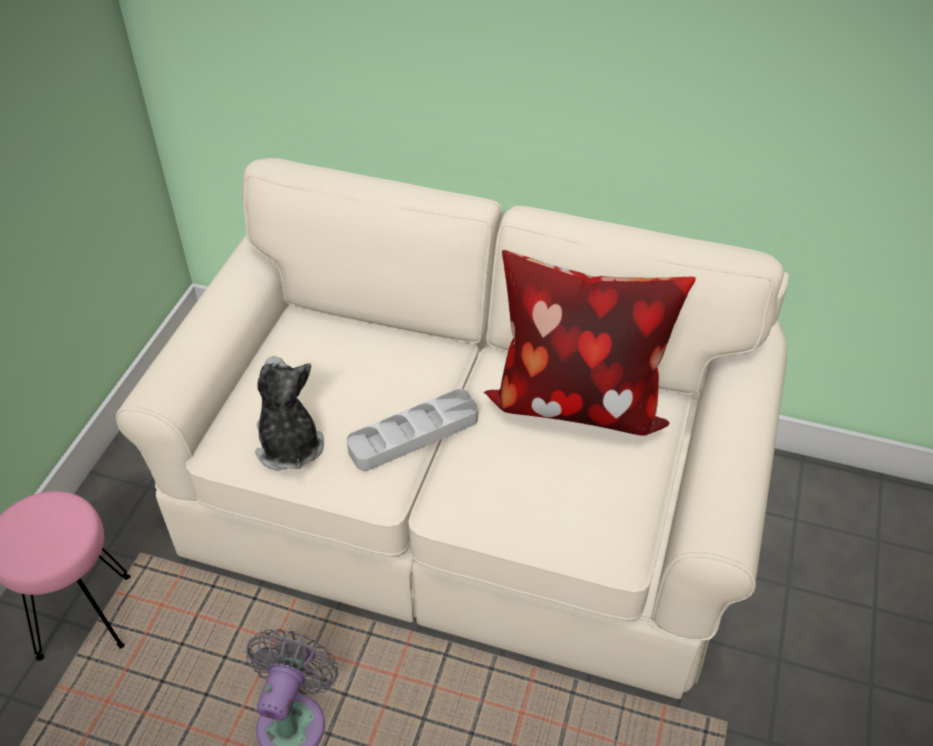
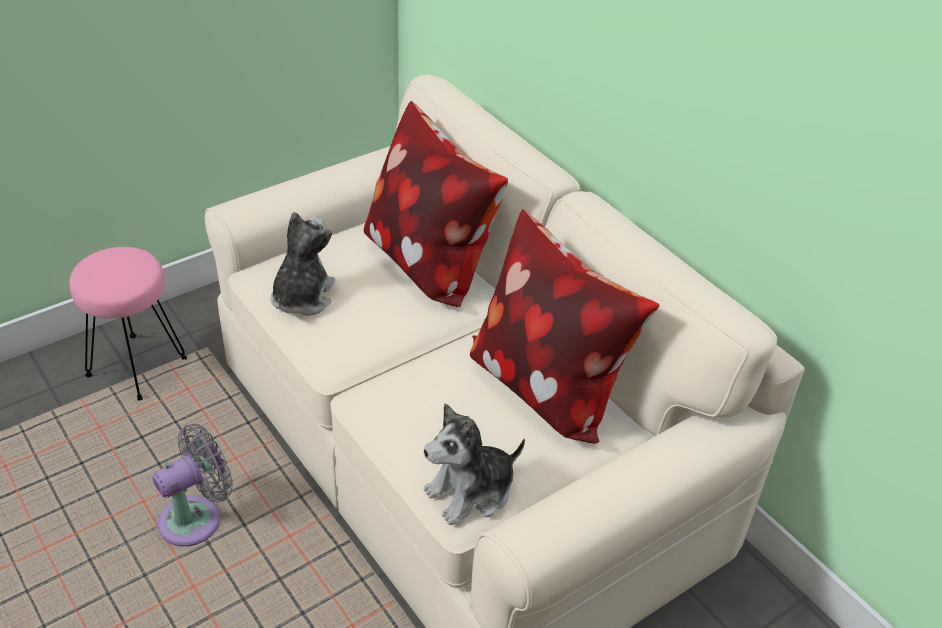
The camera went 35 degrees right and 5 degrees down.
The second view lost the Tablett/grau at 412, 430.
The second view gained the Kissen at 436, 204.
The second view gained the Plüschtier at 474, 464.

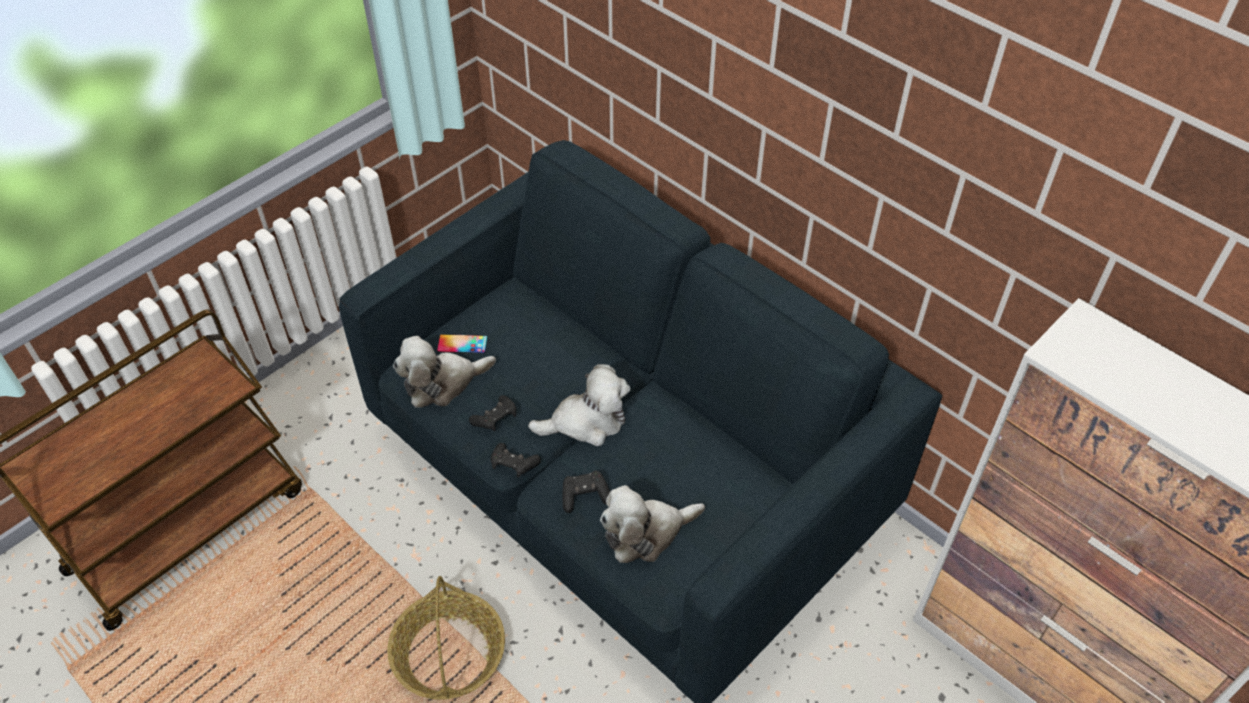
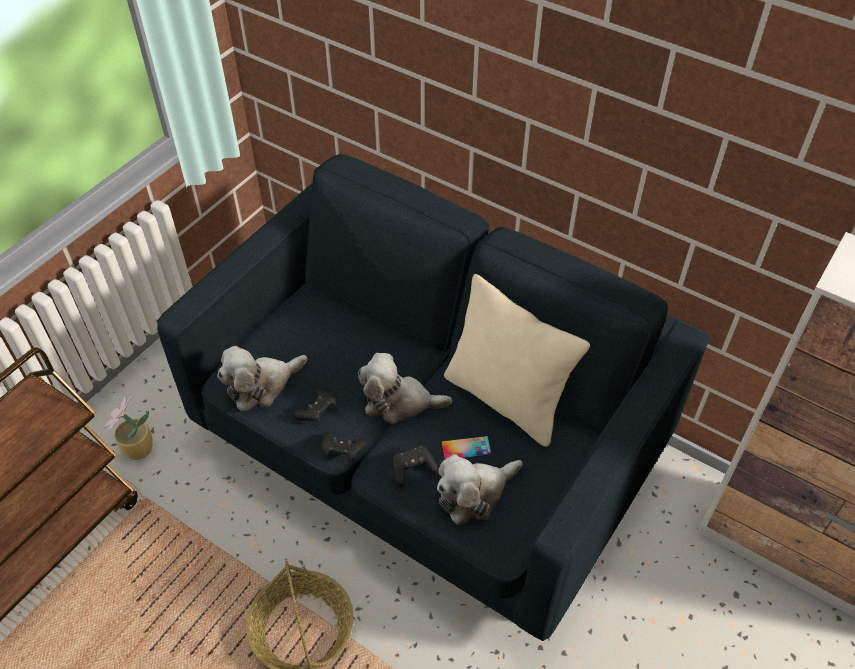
The camera went 10 degrees left and 0 degrees up.
The Handy ended up elsewhere, having gone from 462, 343 to 466, 448.
The Plüschtier at 579, 405 ended up facing another way, 150 degrees counterclockwise from before.
The second view gained the Kissen/beige at 517, 360.
The second view gained the Topfpflanze at 128, 427.

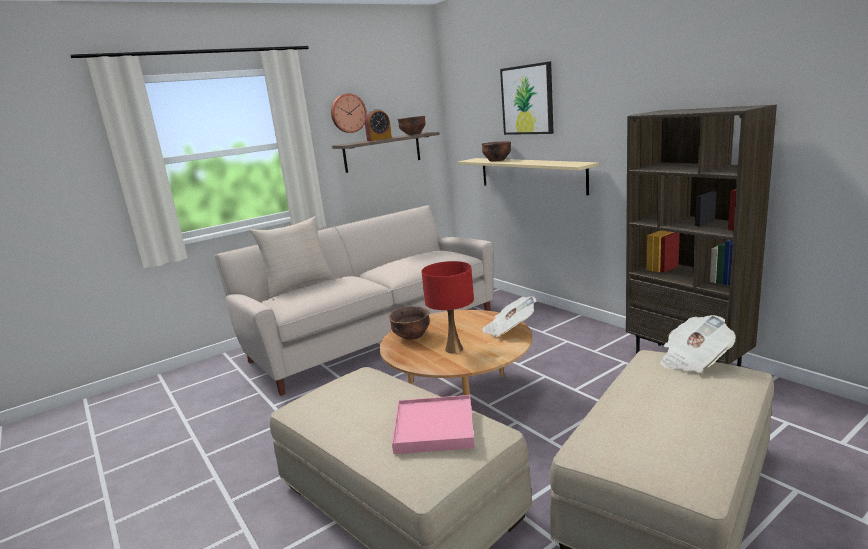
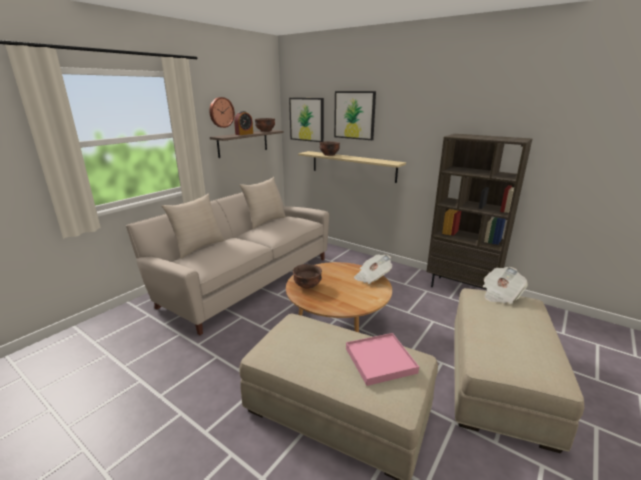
The camera went 20 degrees left and 5 degrees up.
The second view lost the Tischlampe/rot at 447, 307.
The second view gained the Bild at 306, 120.
The second view gained the Kissen/beige at 262, 203.

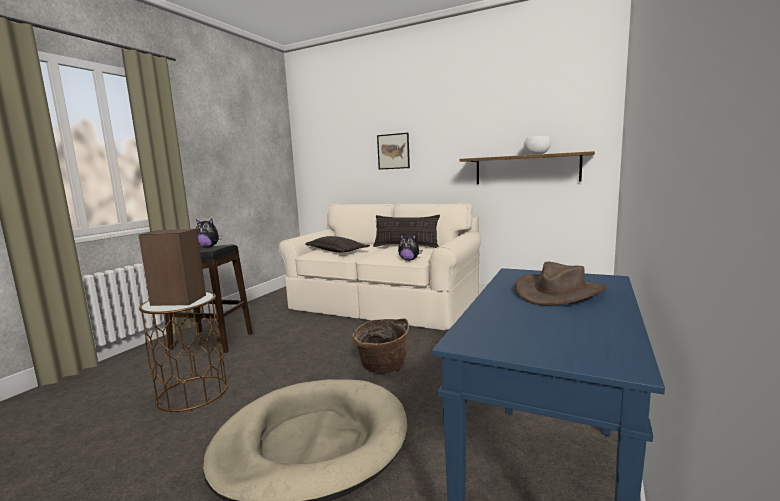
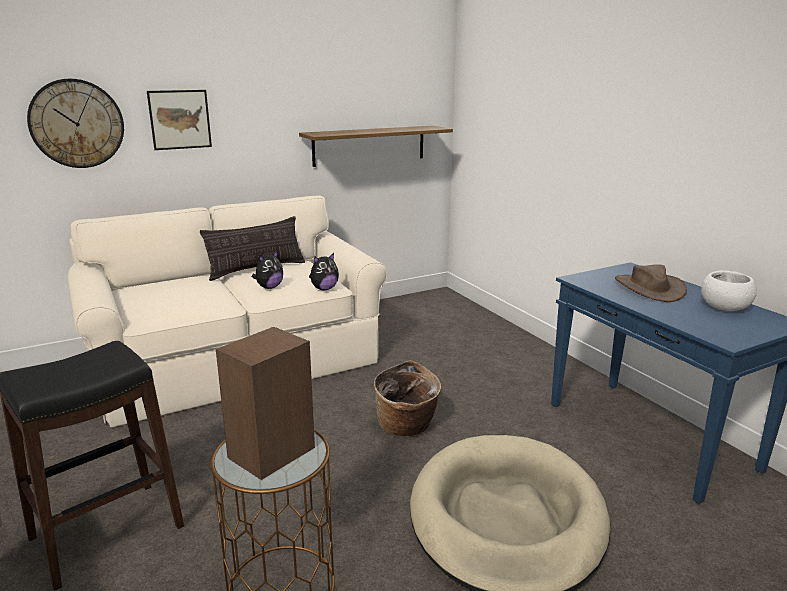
The camera went 55 degrees left and 10 degrees up.
The Schüssel/weiß ended up elsewhere, having gone from 537, 145 to 729, 290.
The Plüschtier ended up elsewhere, having gone from 209, 233 to 267, 270.
The second view lost the Kissen at 337, 244.
The second view gained the Wanduhr at 75, 123.

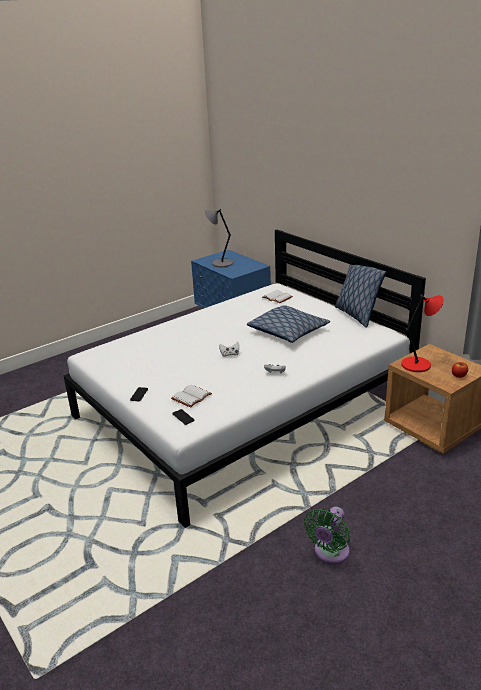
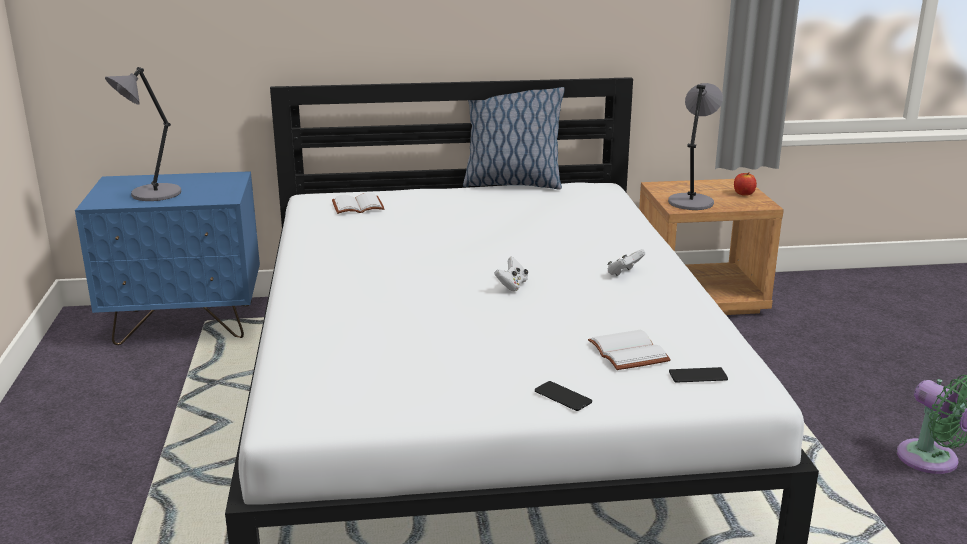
The camera went 60 degrees left and 5 degrees down.
What was the Tischlampe/rot at 422, 333 turned into the Tischlampe/grau at 695, 146.
The second view lost the Kissen at 288, 324.

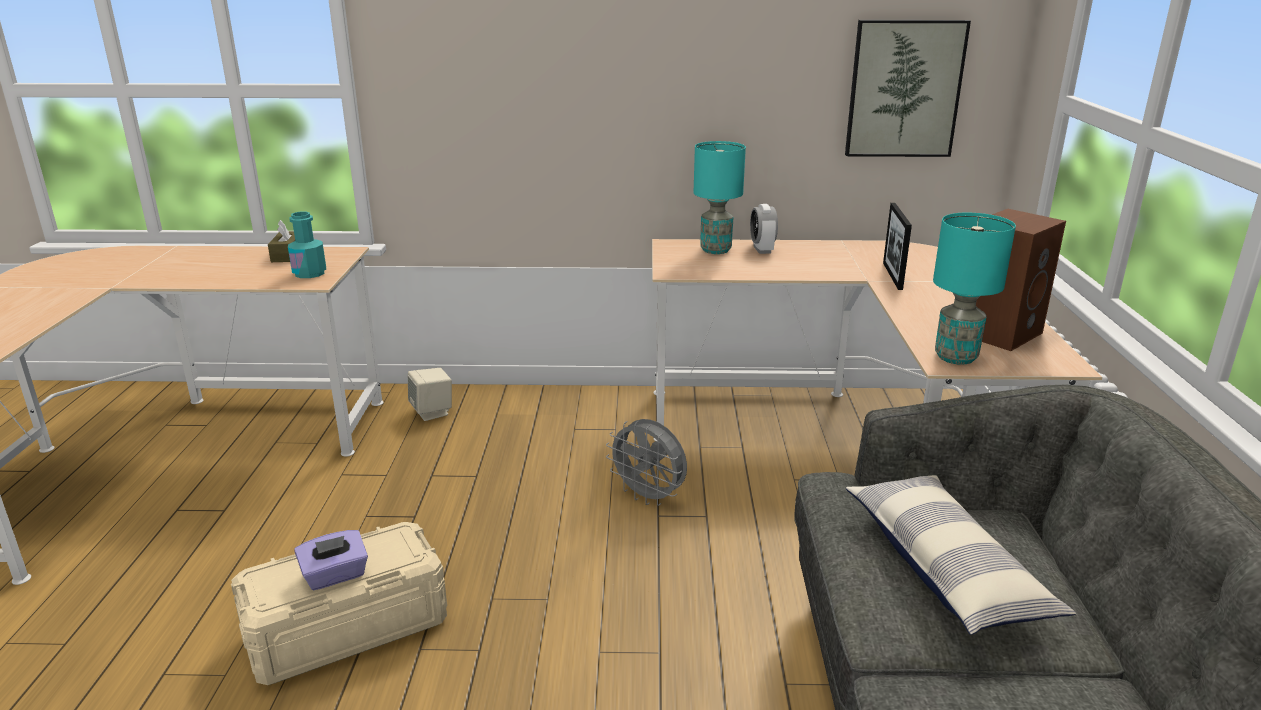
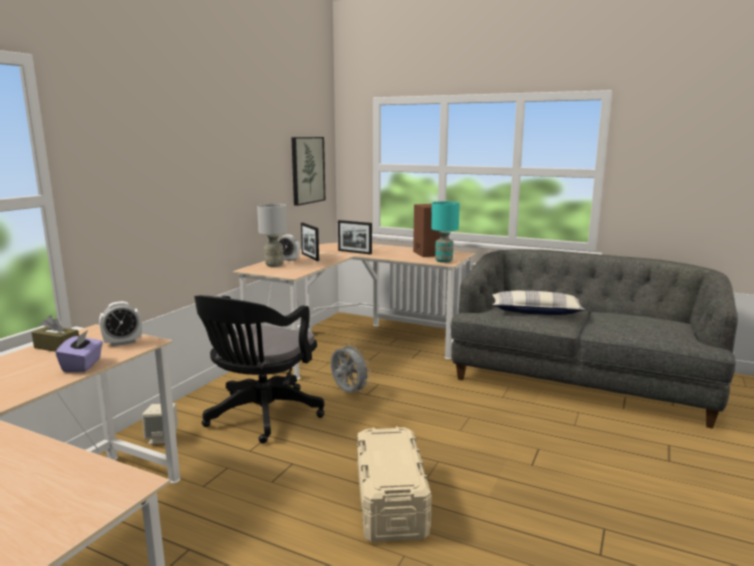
The camera went 65 degrees left and 10 degrees down.
What was the Tischlampe/türkis at 720, 197 turned into the Tischlampe/grau at 272, 235.
Where the Flasche/türkis stood at 307, 245, the Wecker came to stand at 120, 324.
The Ventilator/grau at 646, 462 ended up facing another way, 105 degrees counterclockwise from before.
The Taschentuchbox/lila ended up elsewhere, having gone from 331, 560 to 79, 351.
The second view gained the Bilderrahmen at 310, 242.
The second view gained the Bürostuhl/schwarz at 259, 369.

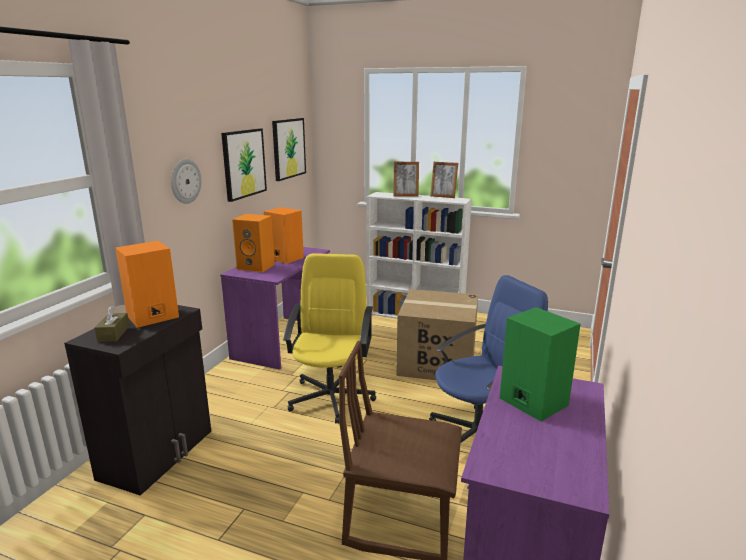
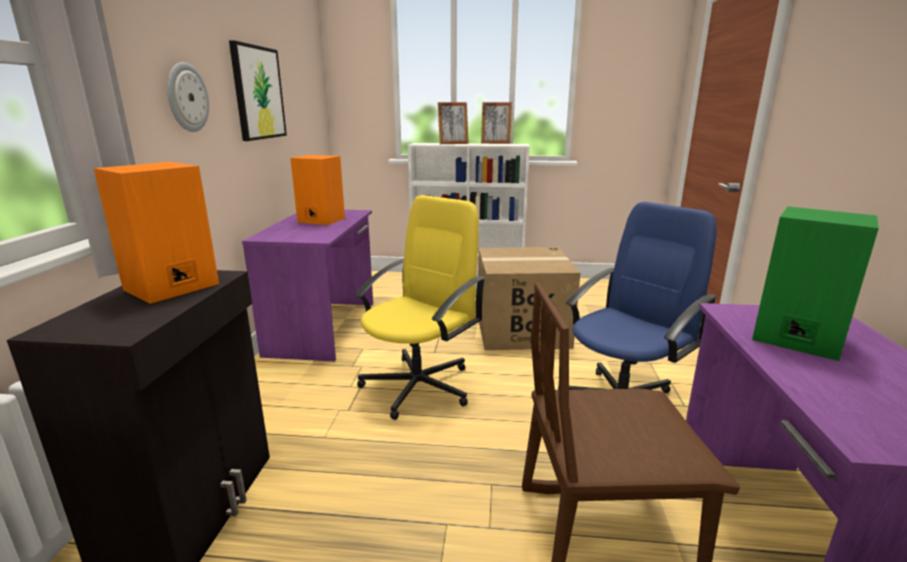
The camera went 15 degrees left and 0 degrees up.
The second view lost the Bild at 289, 149.
The second view lost the Lautsprecher/orange at 253, 243.
The Bürostuhl/gelb at 329, 338 ended up facing another way, 45 degrees clockwise from before.
The second view lost the Taschentuchbox/braun at 111, 324.

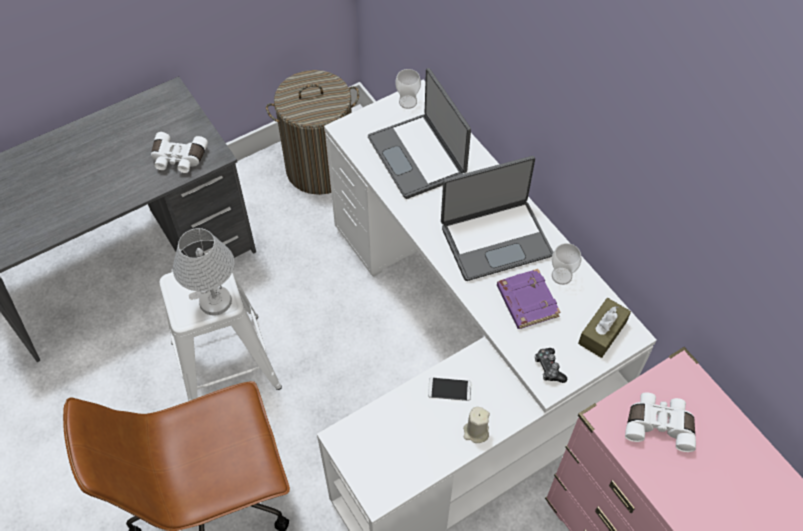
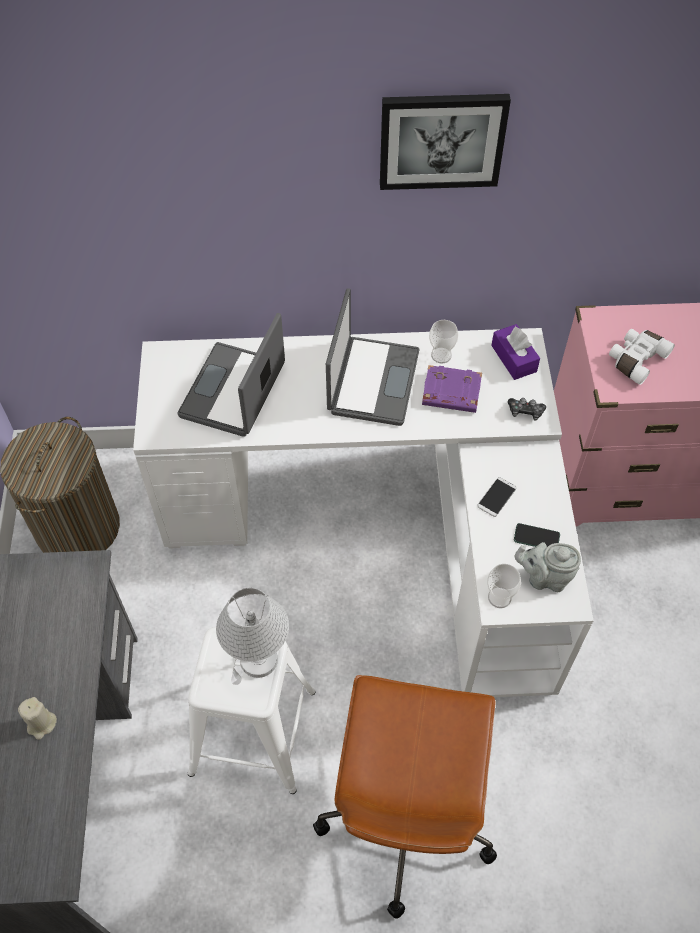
The camera went 60 degrees left and 0 degrees up.
The Laptop at 419, 133 ended up facing another way, 105 degrees clockwise from before.
The Tasse ended up elsewhere, having gone from 408, 89 to 504, 586.
The second view lost the Fernglas/weiß at 179, 152.
What was the Taschentuchbox/braun at 604, 328 turned into the Taschentuchbox/lila at 515, 352.
The Kerze/beige ended up elsewhere, having gone from 476, 425 to 37, 718.
The second view gained the Bild at 445, 142.
The second view gained the Handy at 537, 535.
The second view gained the Teekanne/grau at 548, 567.

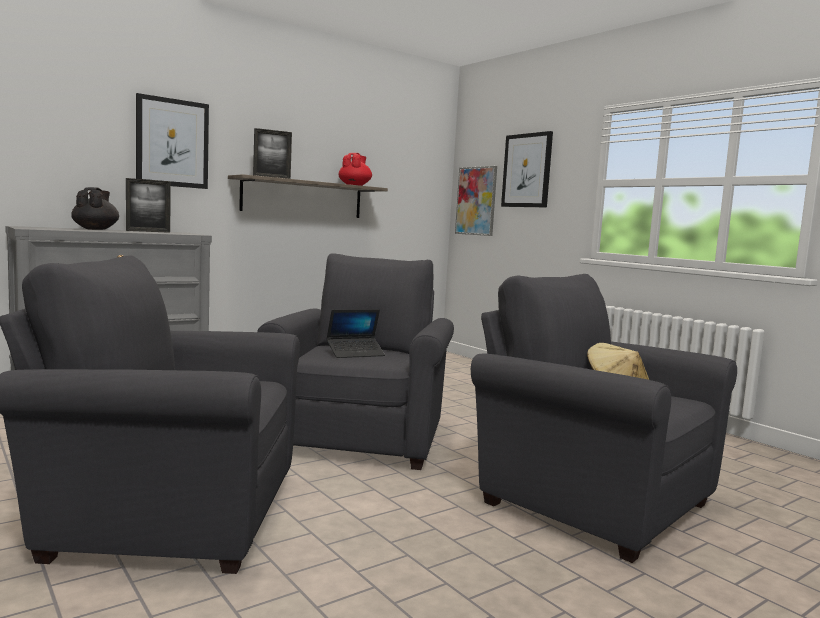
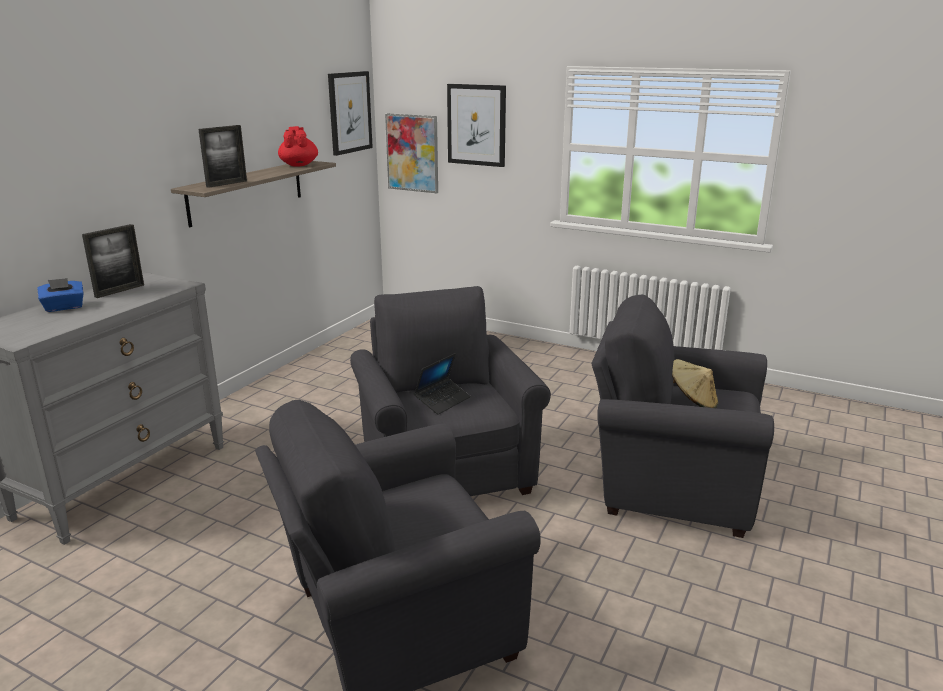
The camera went 25 degrees left and 15 degrees up.
The Bild ended up elsewhere, having gone from 172, 141 to 350, 113.
Where the Teekanne/schwarz stood at 95, 208, the Taschentuchbox/blau came to stand at 60, 295.

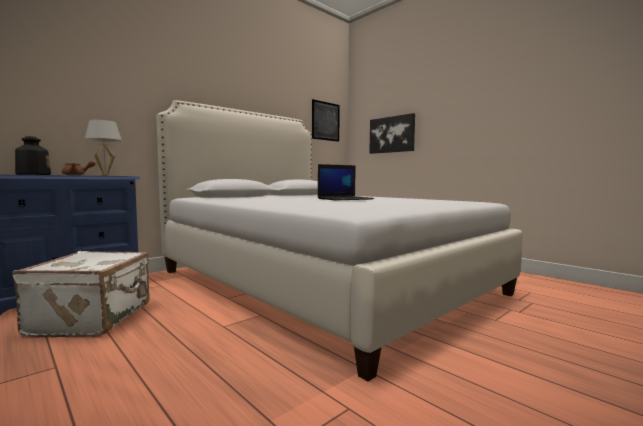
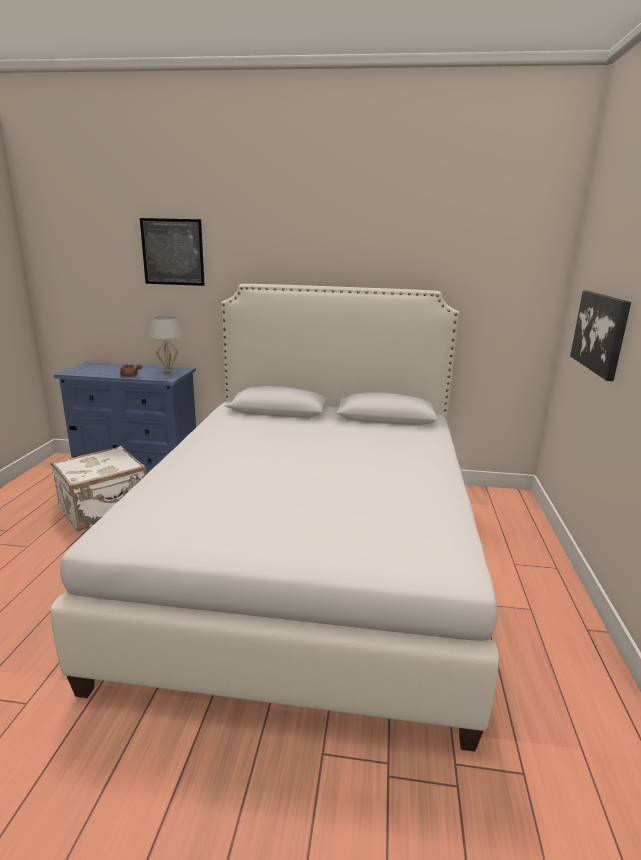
The camera went 50 degrees right and 15 degrees up.
The Bild ended up elsewhere, having gone from 326, 120 to 172, 252.
The second view lost the Flasche at 33, 155.
The second view lost the Laptop at 346, 182.

